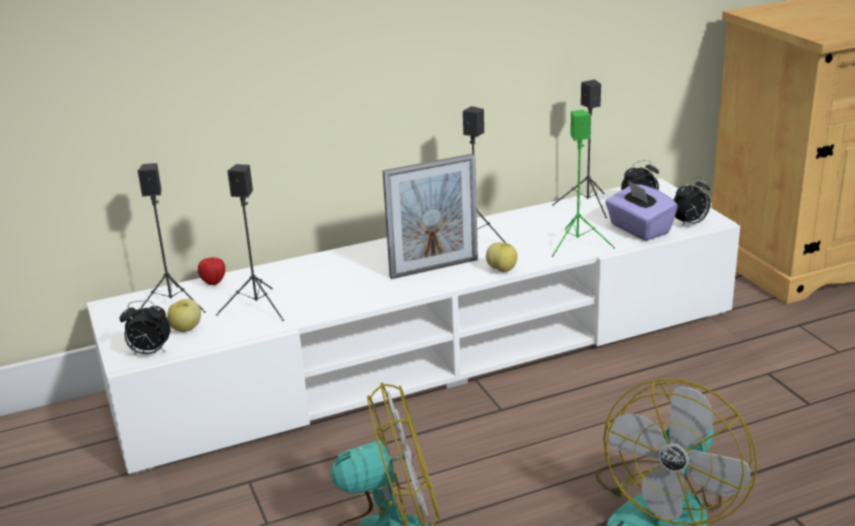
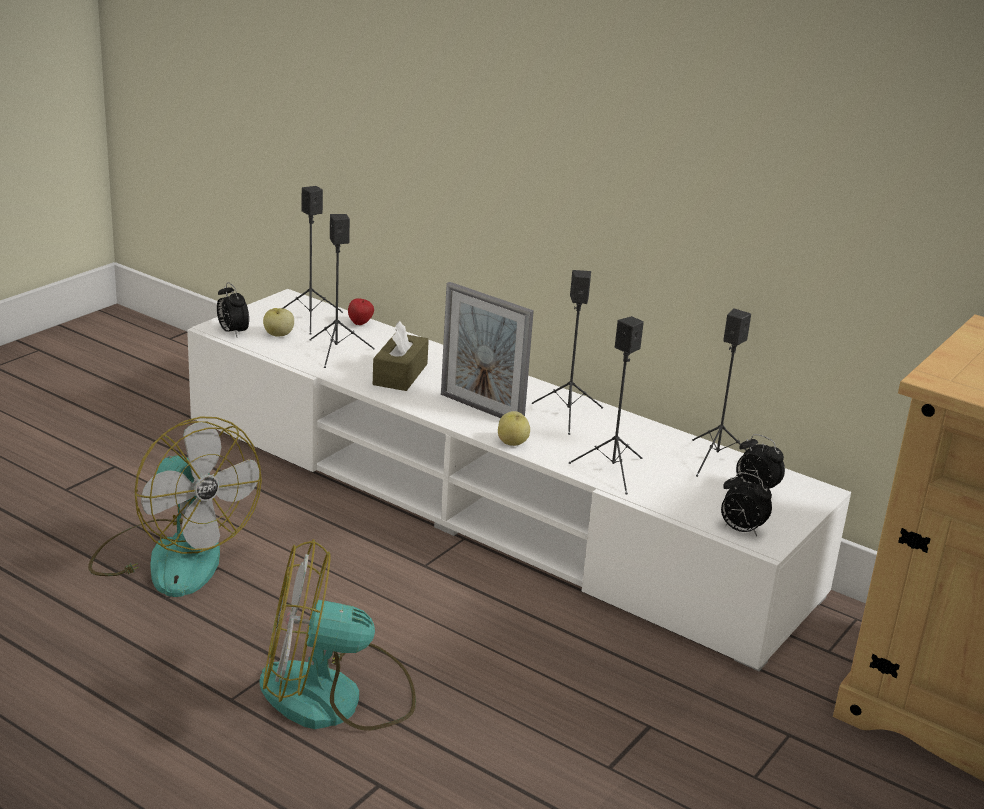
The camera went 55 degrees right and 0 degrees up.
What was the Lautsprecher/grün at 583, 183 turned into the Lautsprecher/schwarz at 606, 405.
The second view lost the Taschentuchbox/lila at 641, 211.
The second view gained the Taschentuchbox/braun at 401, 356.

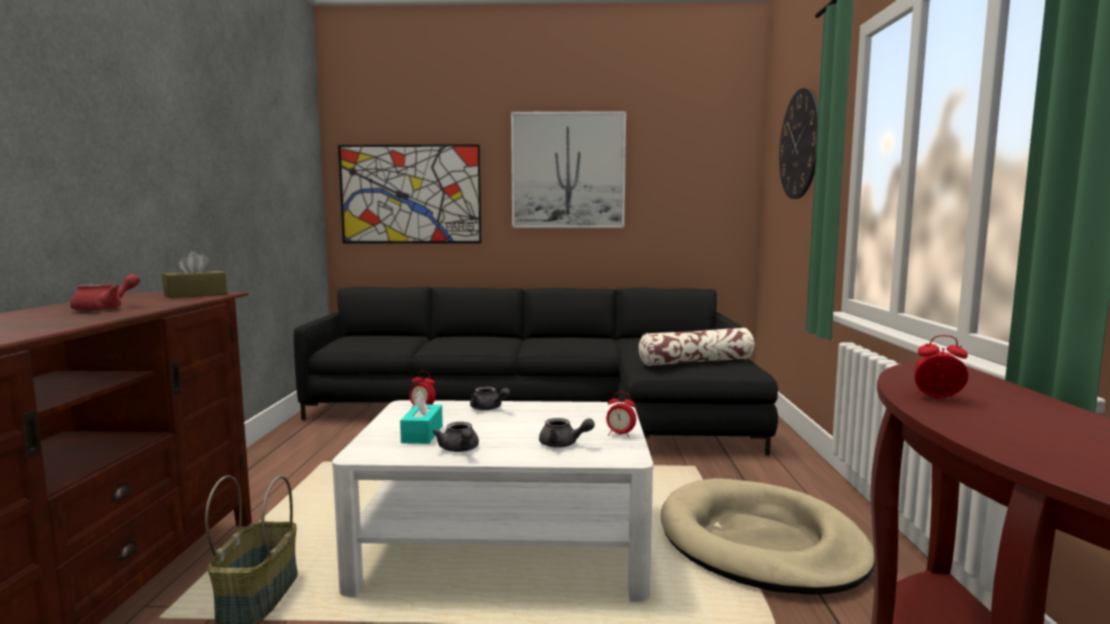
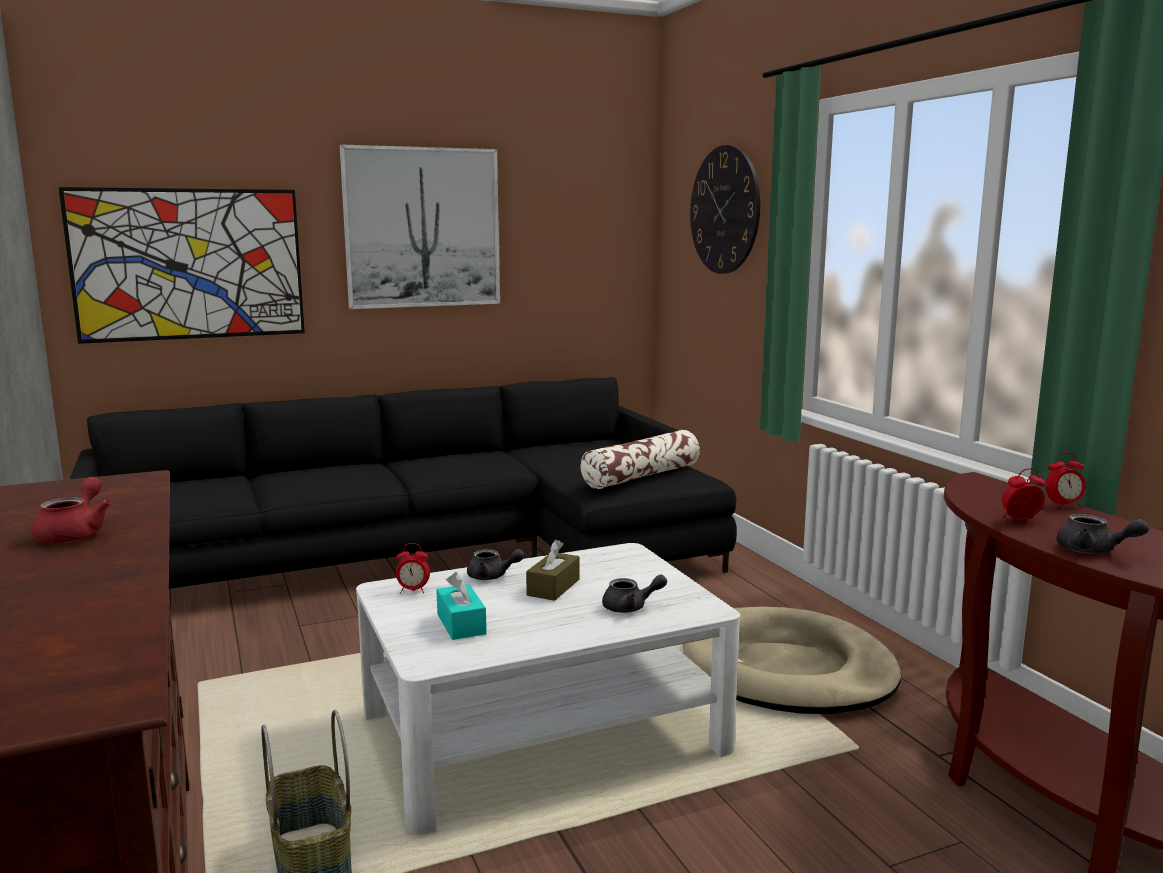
The camera went 25 degrees left and 5 degrees up.
The Taschentuchbox/braun ended up elsewhere, having gone from 194, 274 to 553, 570.
The Wecker ended up elsewhere, having gone from 621, 415 to 1065, 480.
The Teekanne/grau ended up elsewhere, having gone from 456, 437 to 1103, 534.

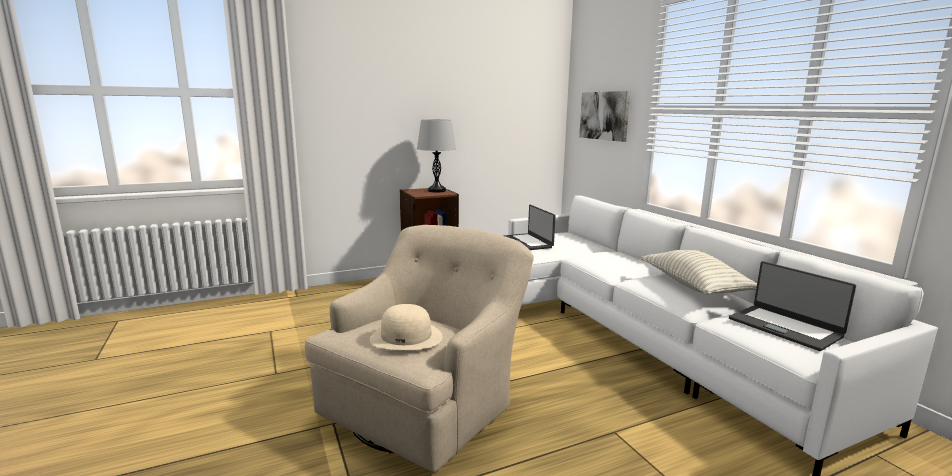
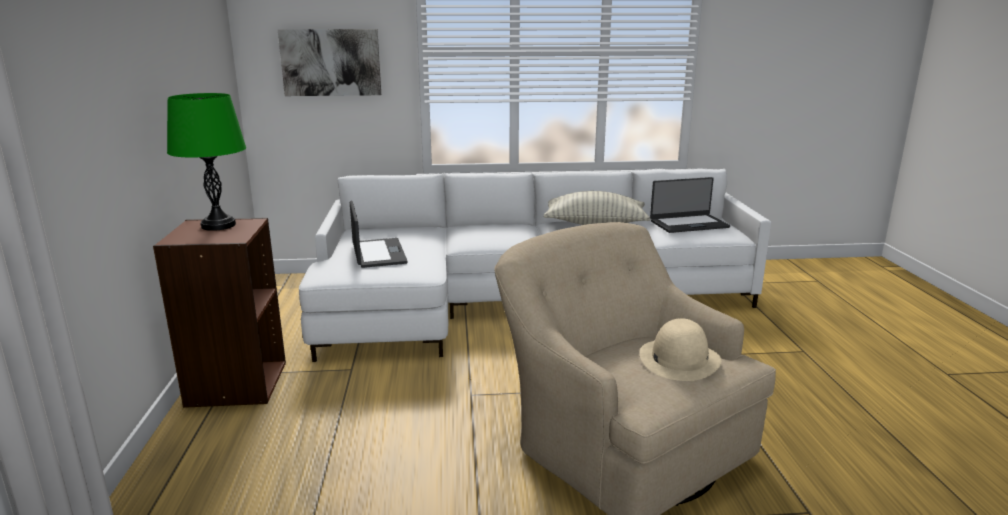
The camera went 70 degrees left and 5 degrees up.
What was the Tischlampe/grau at 436, 155 turned into the Tischlampe/grün at 206, 162.
The Laptop at 529, 227 ended up facing another way, 105 degrees counterclockwise from before.

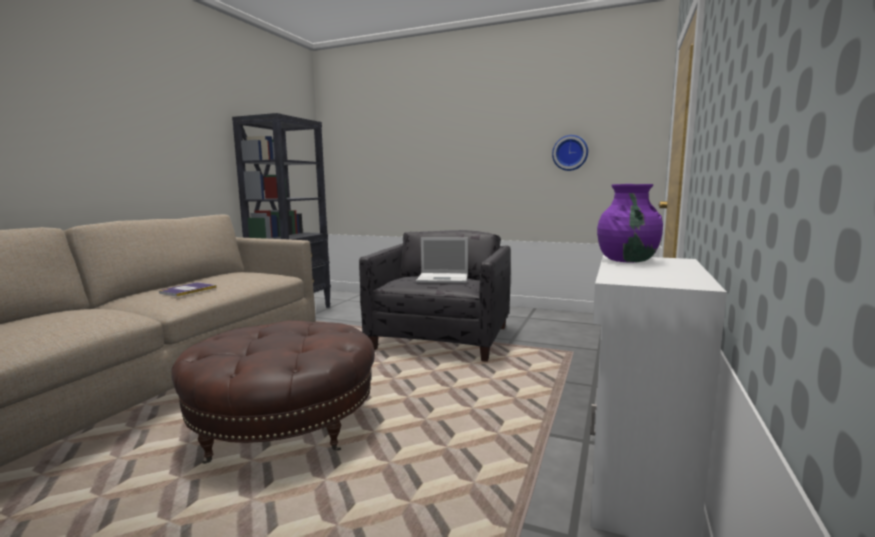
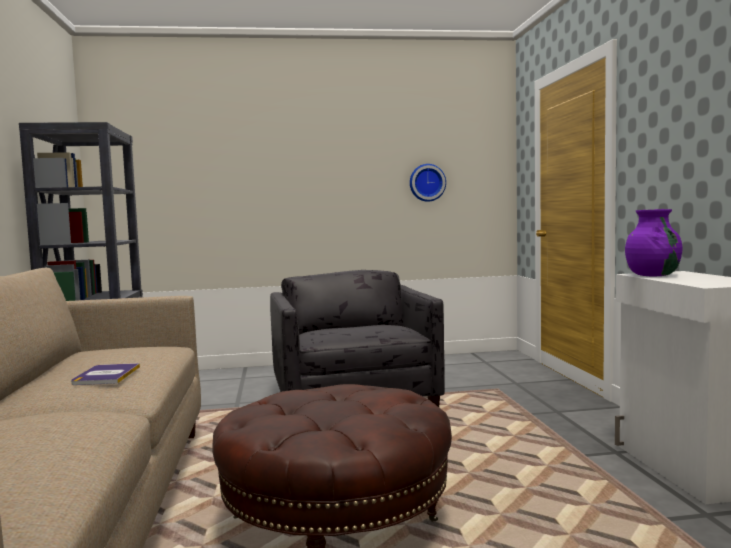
The camera went 30 degrees left and 5 degrees down.
The second view lost the Laptop at 442, 260.

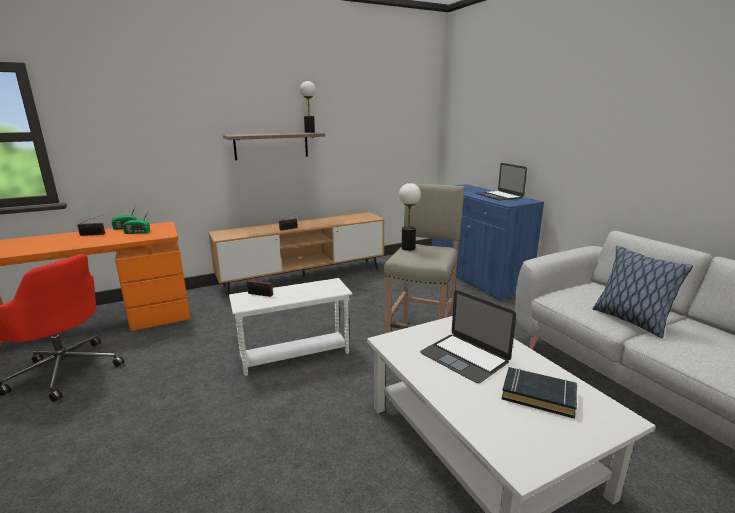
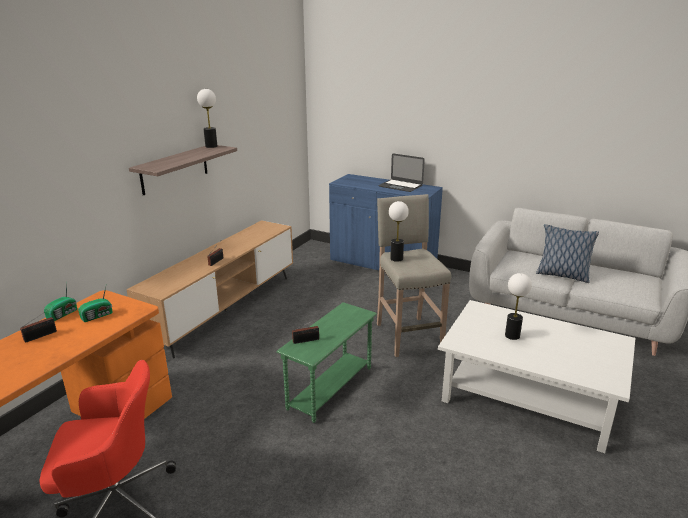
The camera went 35 degrees left and 5 degrees up.
What was the Beistelltisch/weiß at 290, 327 turned into the Beistelltisch/grün at 326, 362.
Where the Laptop stood at 468, 336, the Tischlampe came to stand at 518, 306.
The second view lost the Buch/schwarz at 539, 393.

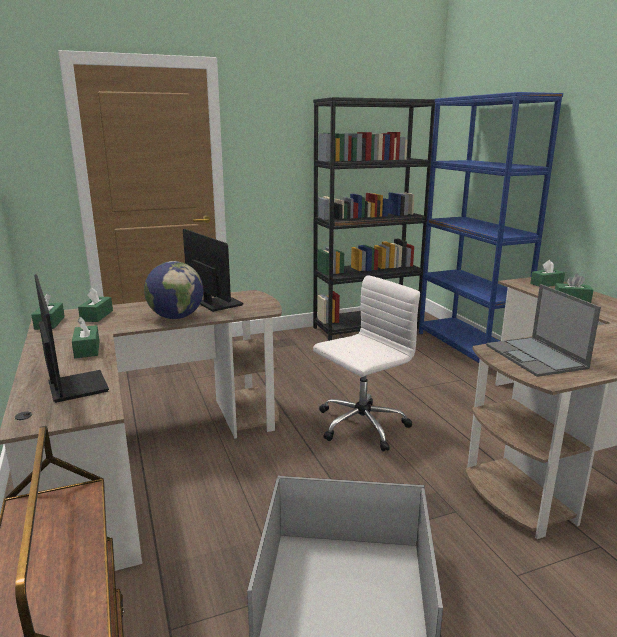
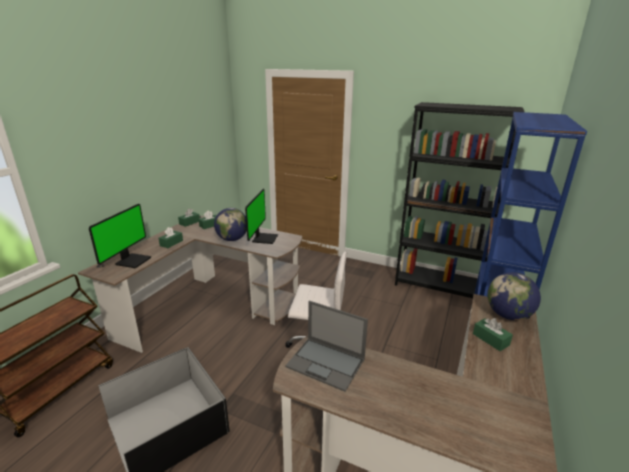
The camera went 45 degrees right and 5 degrees up.
Where the Taschentuchbox/grün stood at 547, 273, the Globus came to stand at 514, 296.
The Laptop at 543, 330 ended up facing another way, 90 degrees counterclockwise from before.

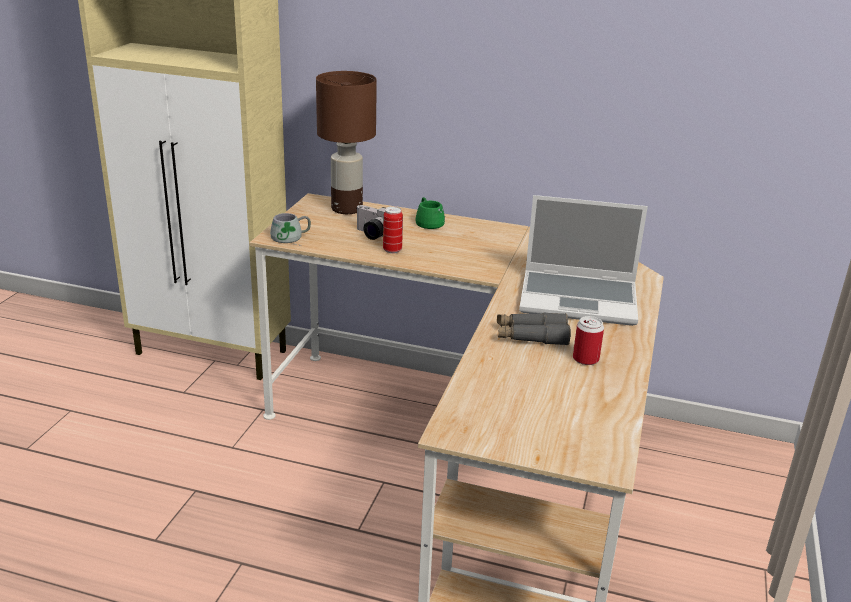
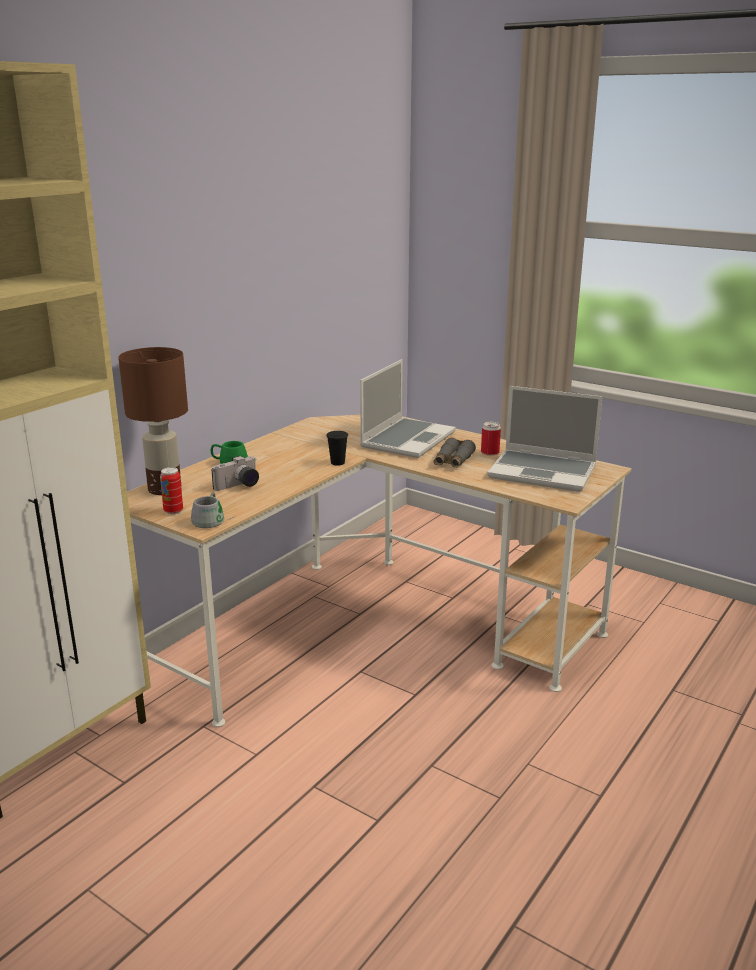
The camera went 70 degrees left and 5 degrees down.
The Dose ended up elsewhere, having gone from 393, 229 to 171, 490.
The second view gained the Laptop at 545, 439.
The second view gained the Tasse/schwarz at 337, 448.

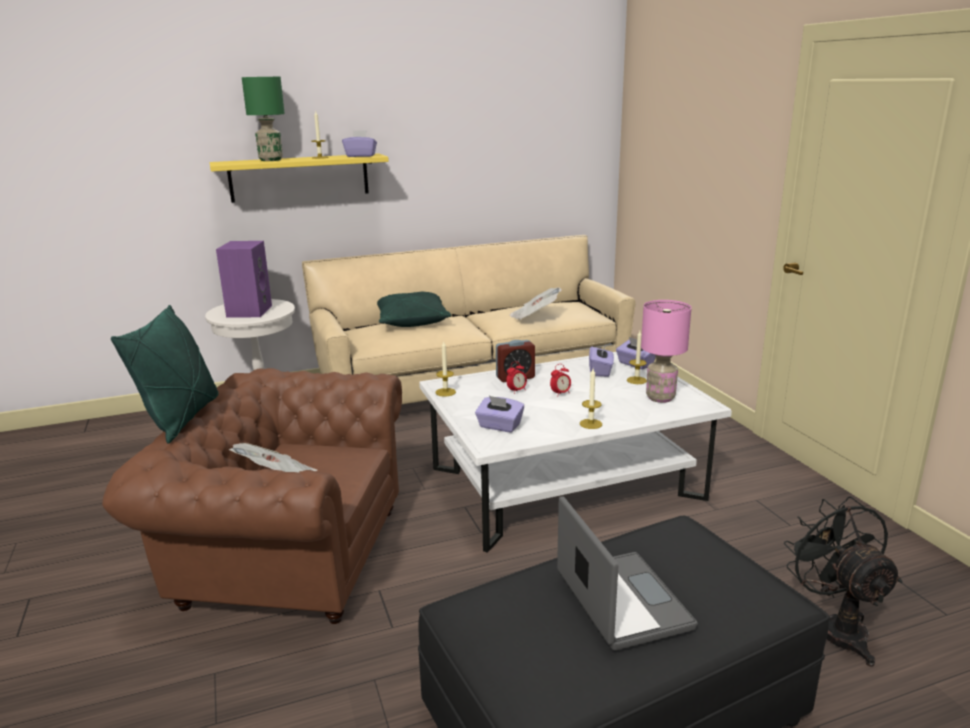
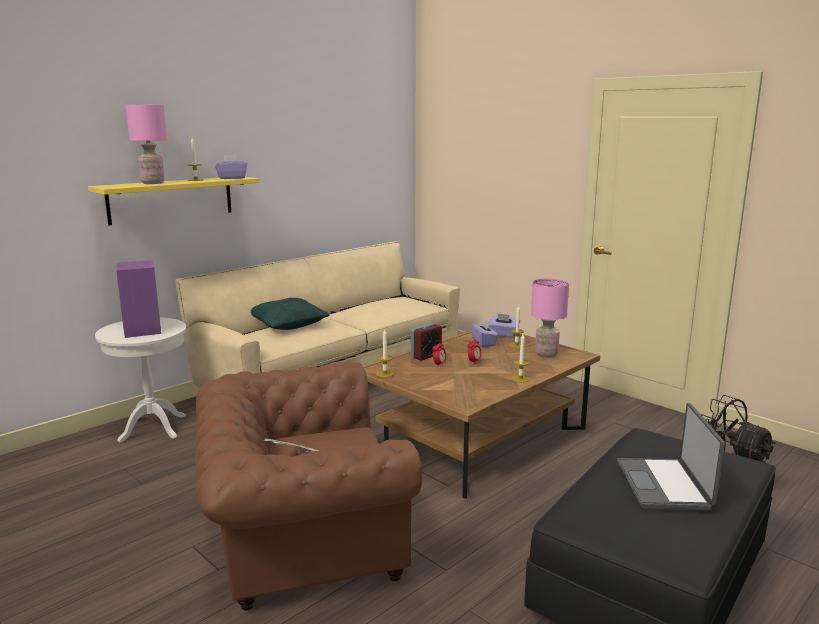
The camera went 25 degrees left and 5 degrees down.
What was the Tischlampe/grün at 263, 119 turned into the Tischlampe/rosa at 146, 144.
The second view lost the Zeitung at 536, 303.
The second view lost the Kissen/grün at 165, 374.
What was the Couchtisch/weiß at 575, 452 turned into the Couchtisch/braun at 481, 415.
The second view lost the Taschentuchbox/lila at 499, 414.
The Laptop at 627, 573 ended up facing another way, 135 degrees counterclockwise from before.

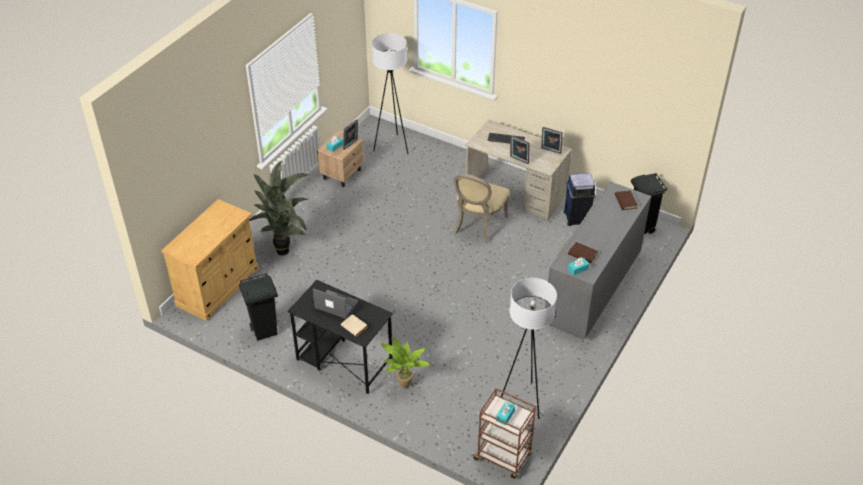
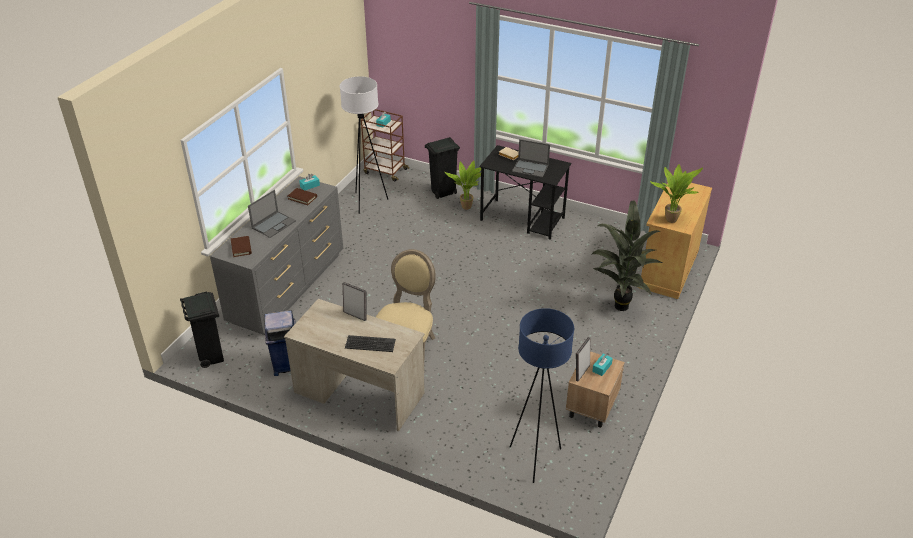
The camera went 175 degrees right and 5 degrees down.
What was the Stehlampe/weiß at 389, 93 turned into the Stehlampe/blau at 542, 395.
The second view lost the Bilderrahmen at 552, 140.
The Mülleimer/schwarz ended up elsewhere, having gone from 258, 307 to 442, 168.
The second view gained the Topfpflanze at 676, 193.
The second view gained the Laptop at 272, 214.

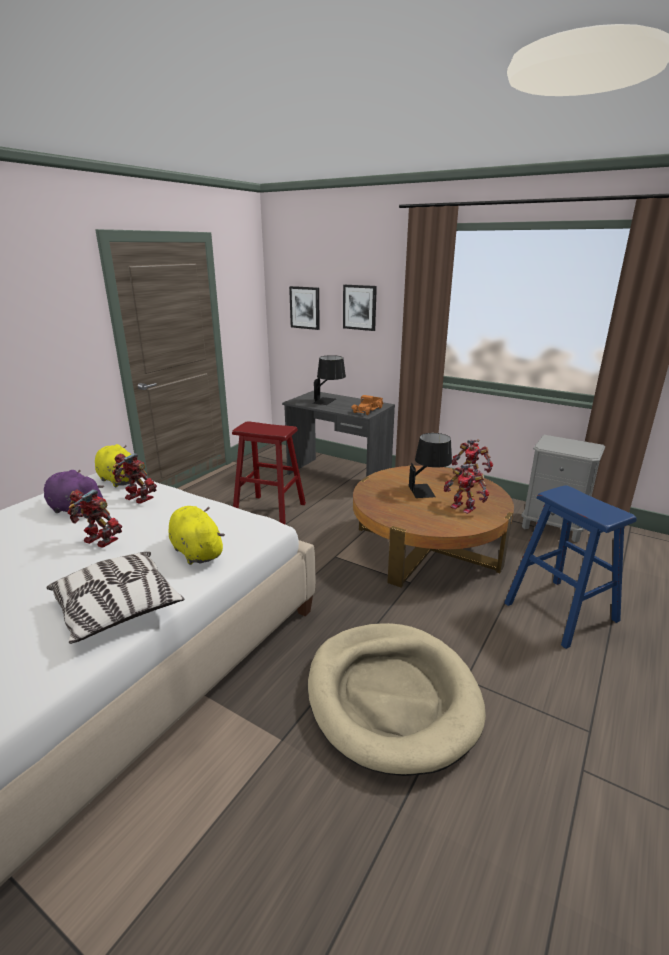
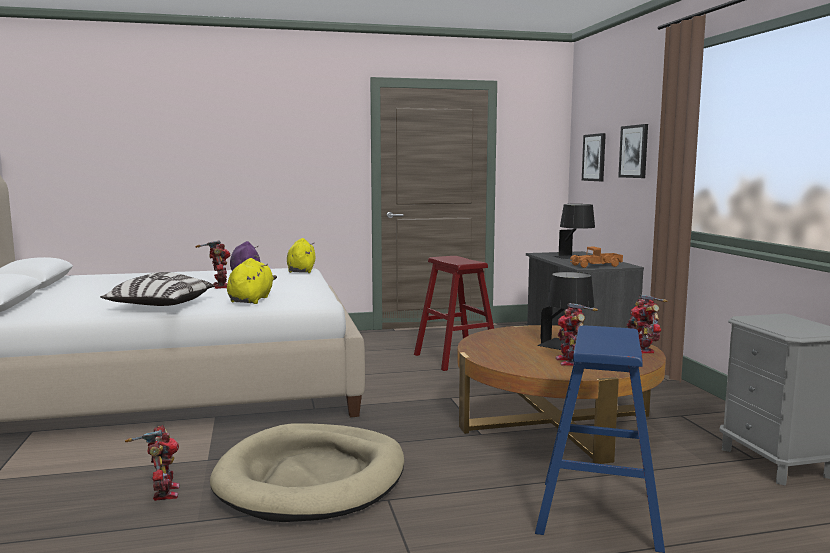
The camera went 45 degrees right and 15 degrees down.
The Spielzeugroboter ended up elsewhere, having gone from 135, 478 to 152, 463.

